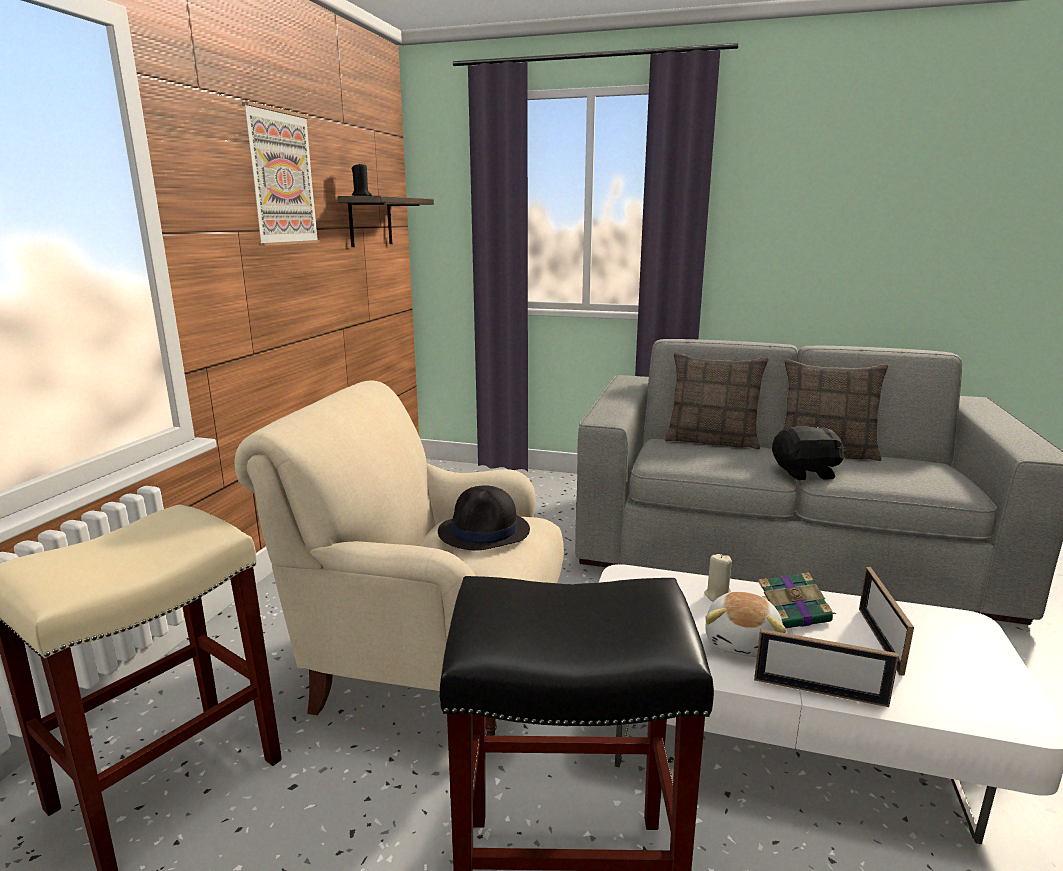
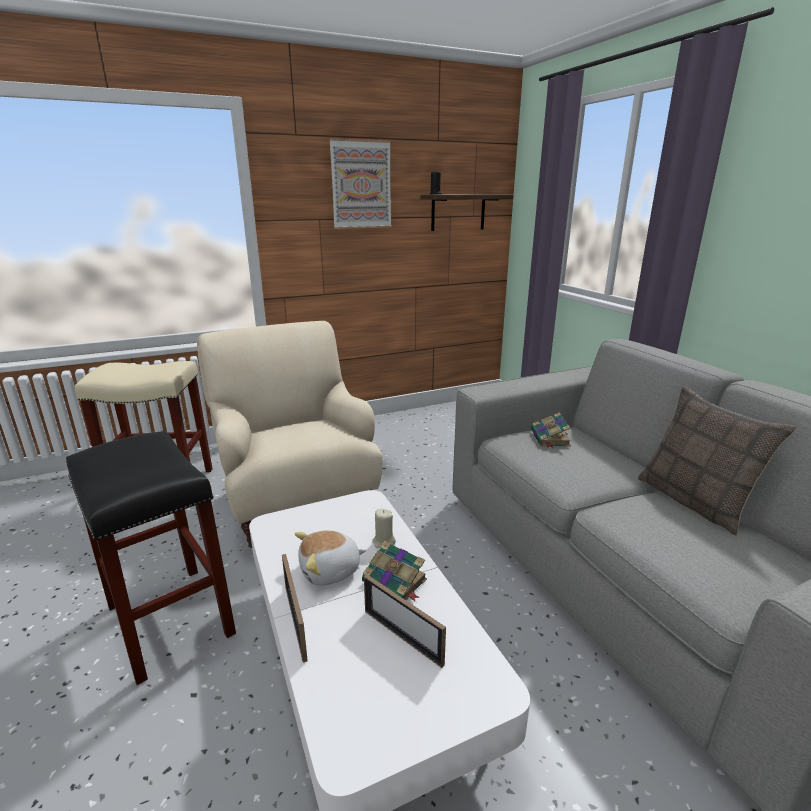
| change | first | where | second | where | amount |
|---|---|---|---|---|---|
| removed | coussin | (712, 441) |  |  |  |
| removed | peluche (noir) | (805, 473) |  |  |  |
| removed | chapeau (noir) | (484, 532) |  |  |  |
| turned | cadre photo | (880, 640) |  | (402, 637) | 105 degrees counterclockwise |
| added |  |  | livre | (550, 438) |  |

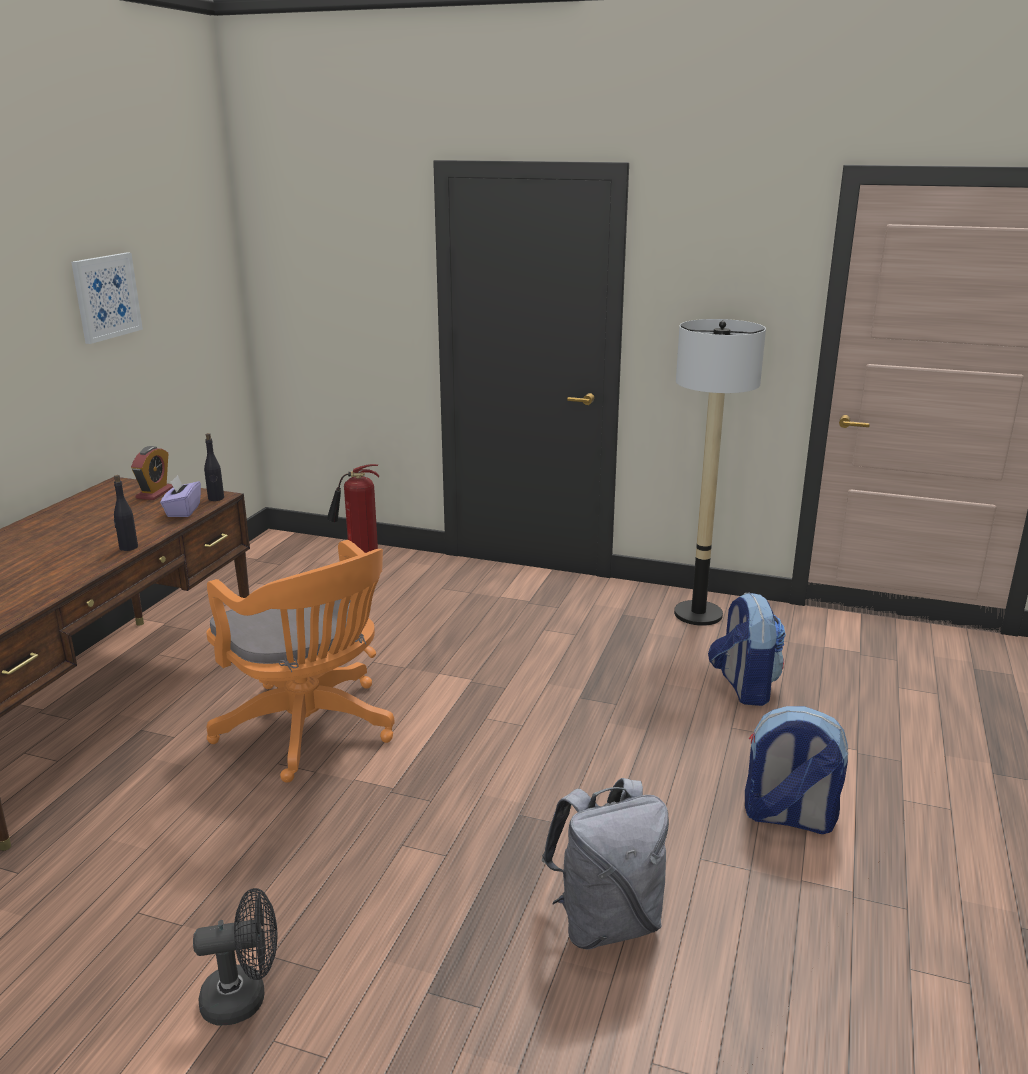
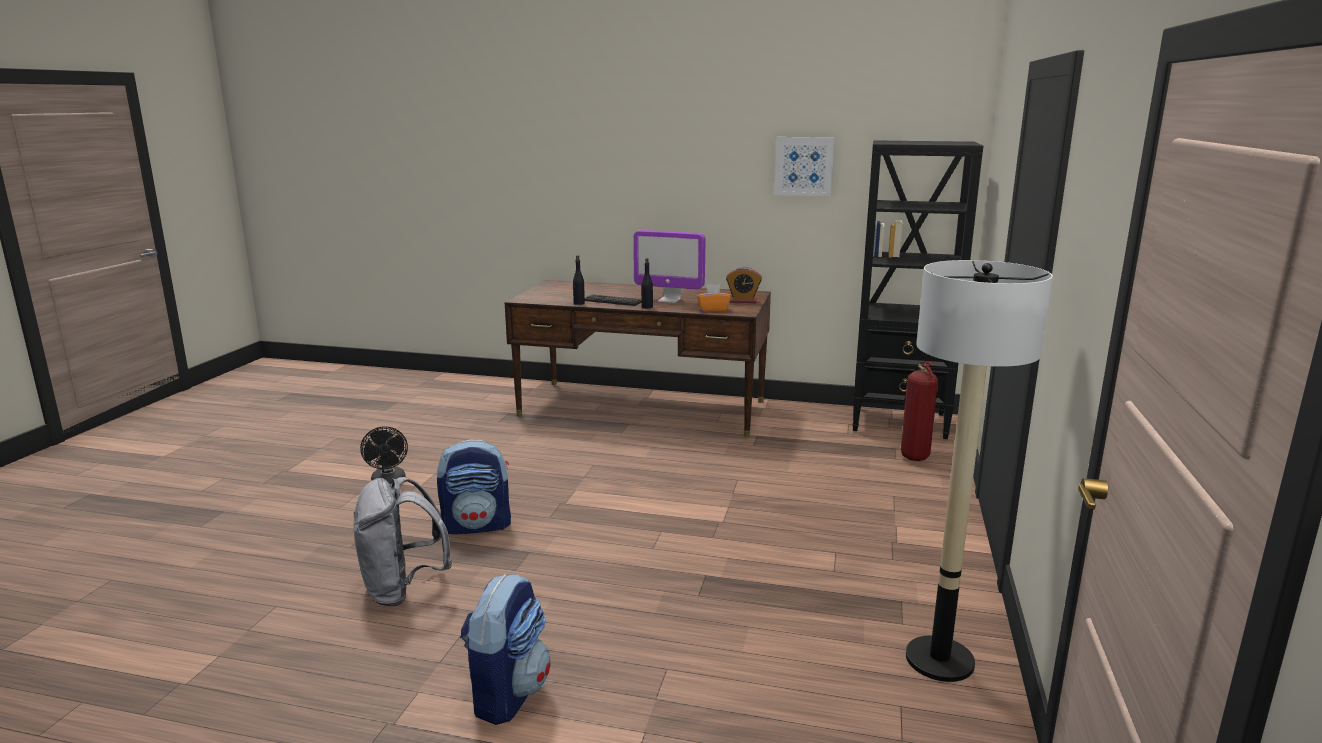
| change | first | where | second | where | amount |
|---|---|---|---|---|---|
| moved | bouteille (noir) | (216, 498) |  | (578, 303) |  |
| recoloured | boîte à mouchoirs (violet) | (183, 511) | boîte à mouchoirs (orange) | (713, 309) |  |
| removed | chaise de bureau (orange) | (311, 731) |  |  |  |
| moved | sac à dos | (743, 687) |  | (477, 525) |  |
| added |  |  | bibliothèque (noir) | (900, 422) |  |
| added |  |  | écran d'ordinateur | (669, 300) |  |
| added |  |  | clavier | (612, 301) |  |

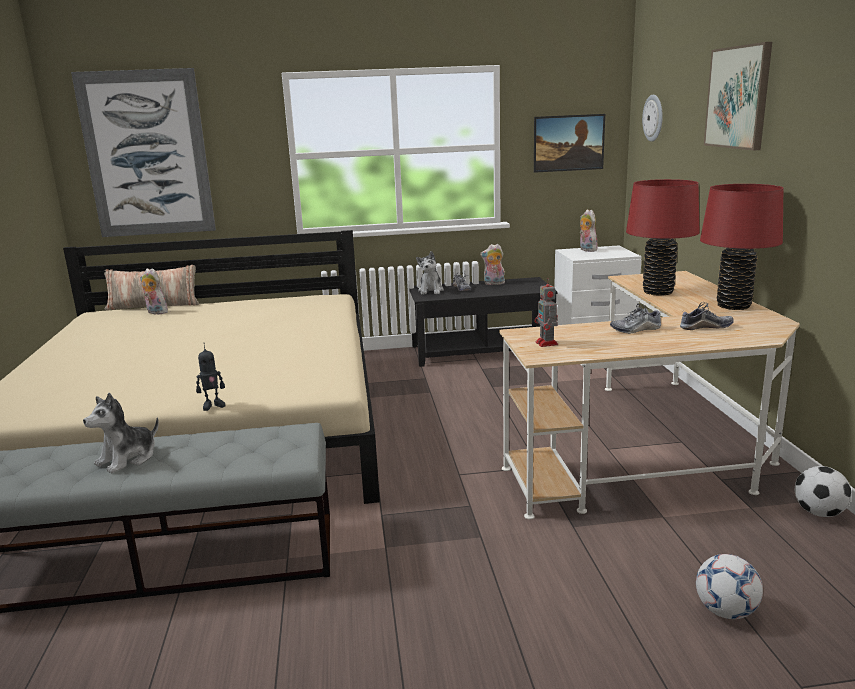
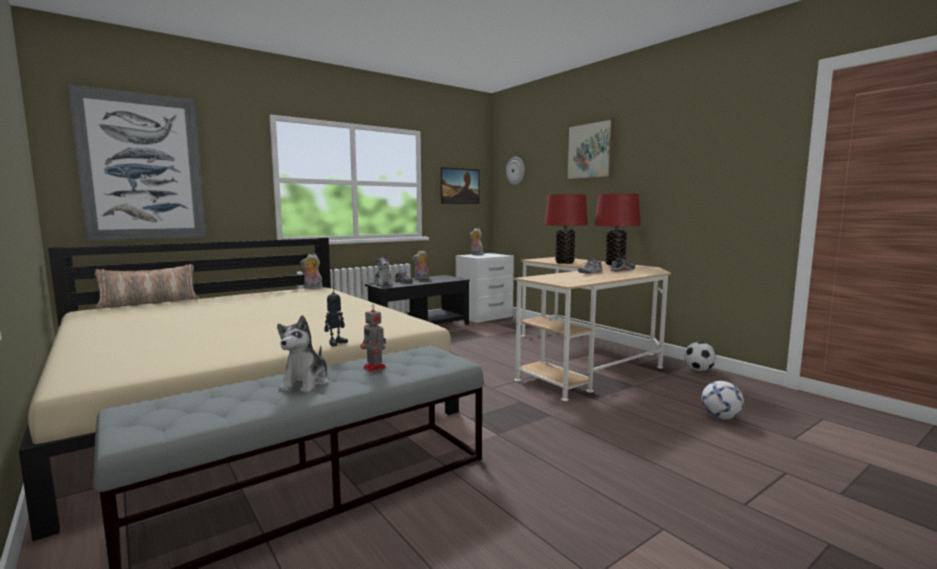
| change | first | where | second | where | amount |
|---|---|---|---|---|---|
| moved | peluche | (155, 312) |  | (312, 288) |  |
| moved | robot jouet | (547, 344) |  | (375, 368) |  |

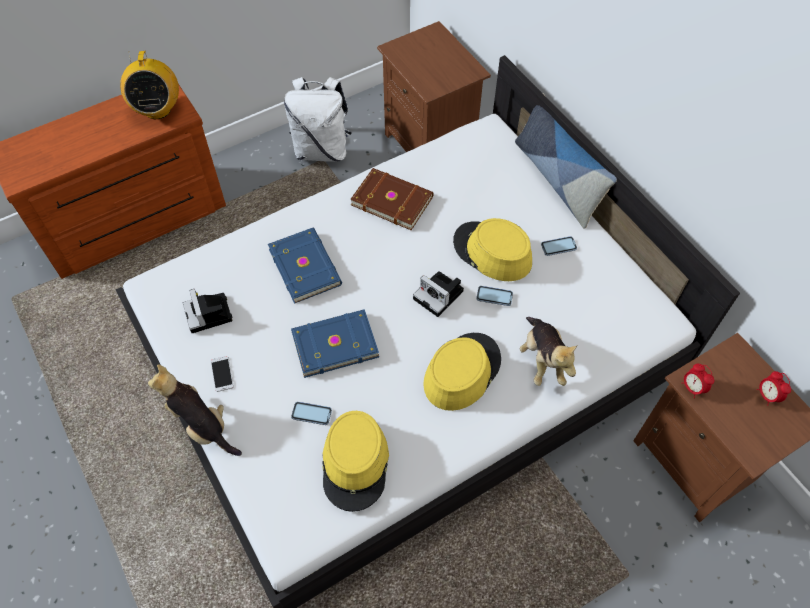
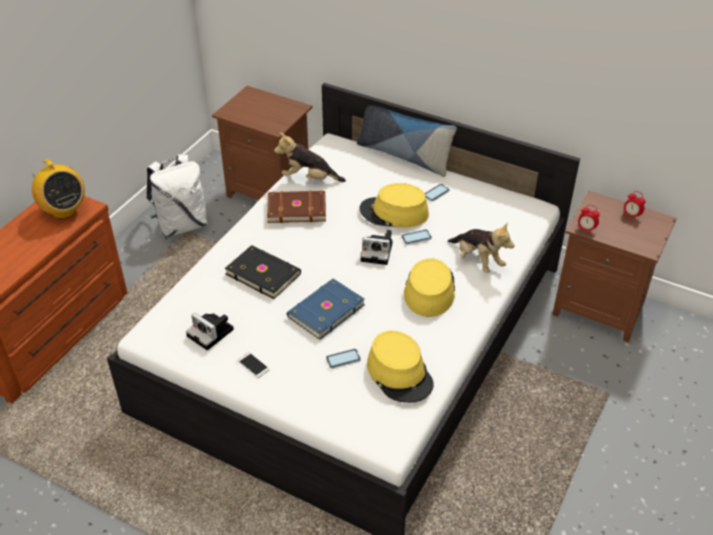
| change | first | where | second | where | amount |
|---|---|---|---|---|---|
| recoloured | livre (bleu) | (306, 266) | livre (noir) | (263, 273) |  |
| moved | peluche | (201, 424) |  | (309, 178) |  |

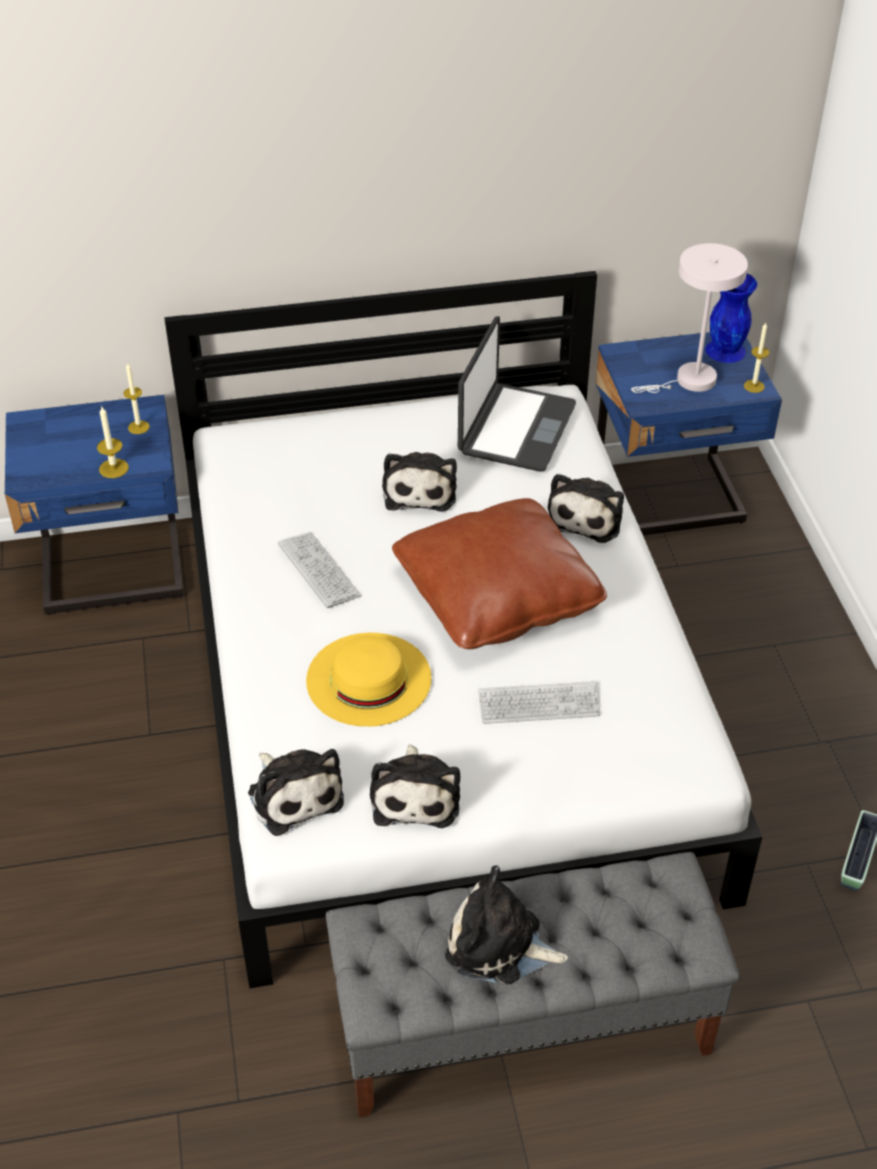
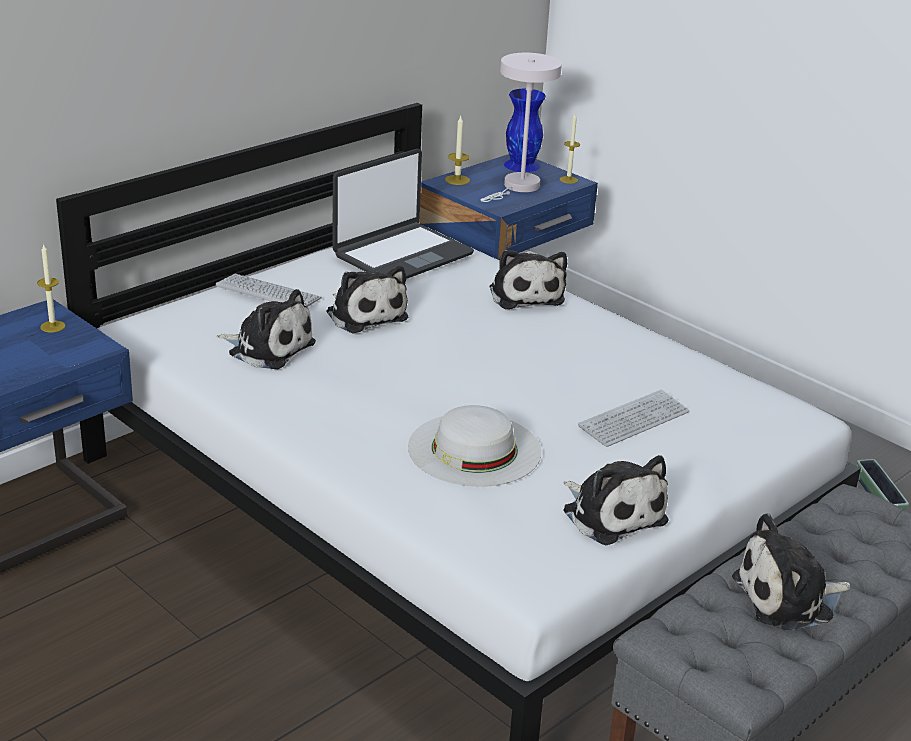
| change | first | where | second | where | amount |
|---|---|---|---|---|---|
| turned | ordinateur portable | (515, 429) |  | (402, 255) | 60 degrees clockwise |
| moved | bougie | (113, 468) |  | (457, 180) |  |
| removed | coussin (marron) | (497, 596) |  |  |  |
| moved | clavier | (319, 571) |  | (268, 293) |  |
| recoloured | chapeau (jaune) | (368, 679) | chapeau (blanc) | (474, 449) |  |
| moved | peluche | (294, 794) |  | (268, 348) |  |

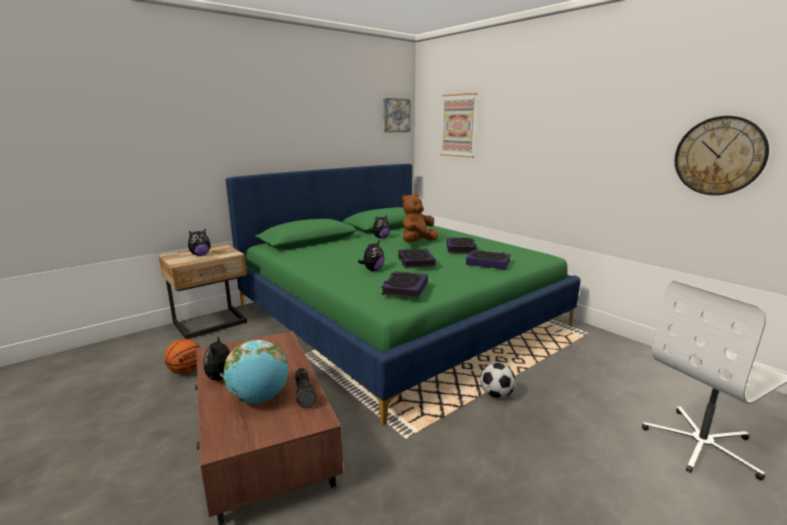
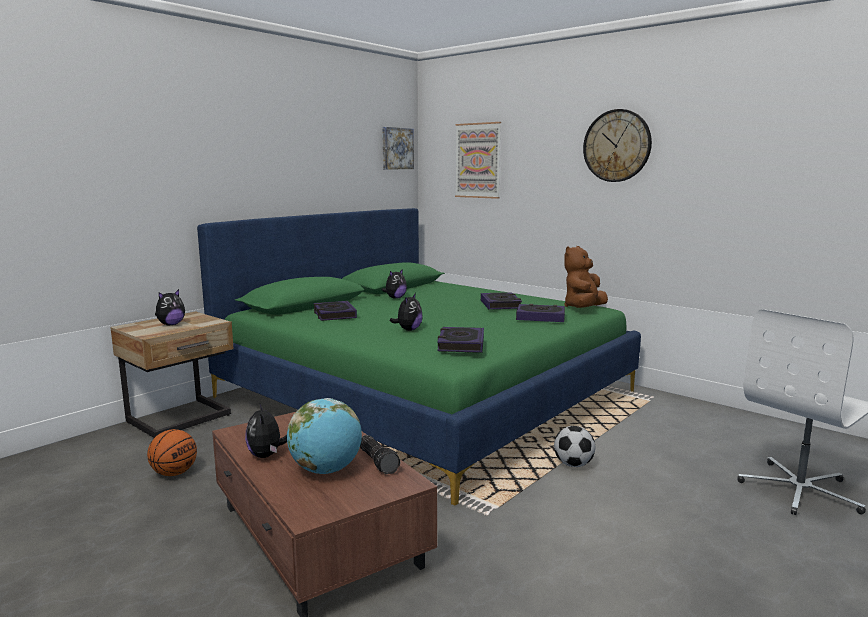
| change | first | where | second | where | amount |
|---|---|---|---|---|---|
| moved | horloge murale | (719, 156) |  | (617, 146) |  |
| moved | peluche (marron) | (417, 242) |  | (583, 309) |  |
| moved | livre | (415, 261) |  | (334, 315) |  |

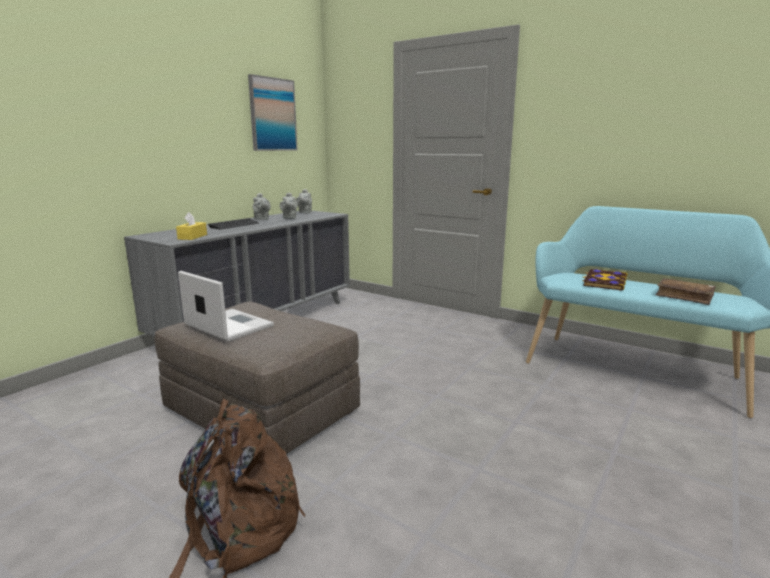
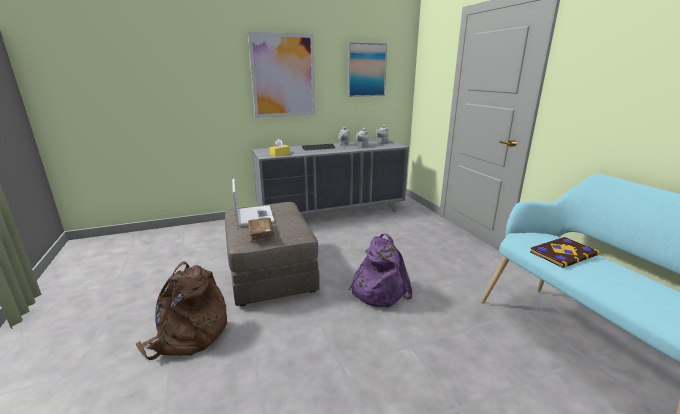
| change | first | where | second | where | amount |
|---|---|---|---|---|---|
| moved | livre (marron) | (684, 297) |  | (261, 233) |  |
| added |  |  | tableau | (283, 76) |  |
| added |  |  | sac à dos (violet) | (378, 290) |  |

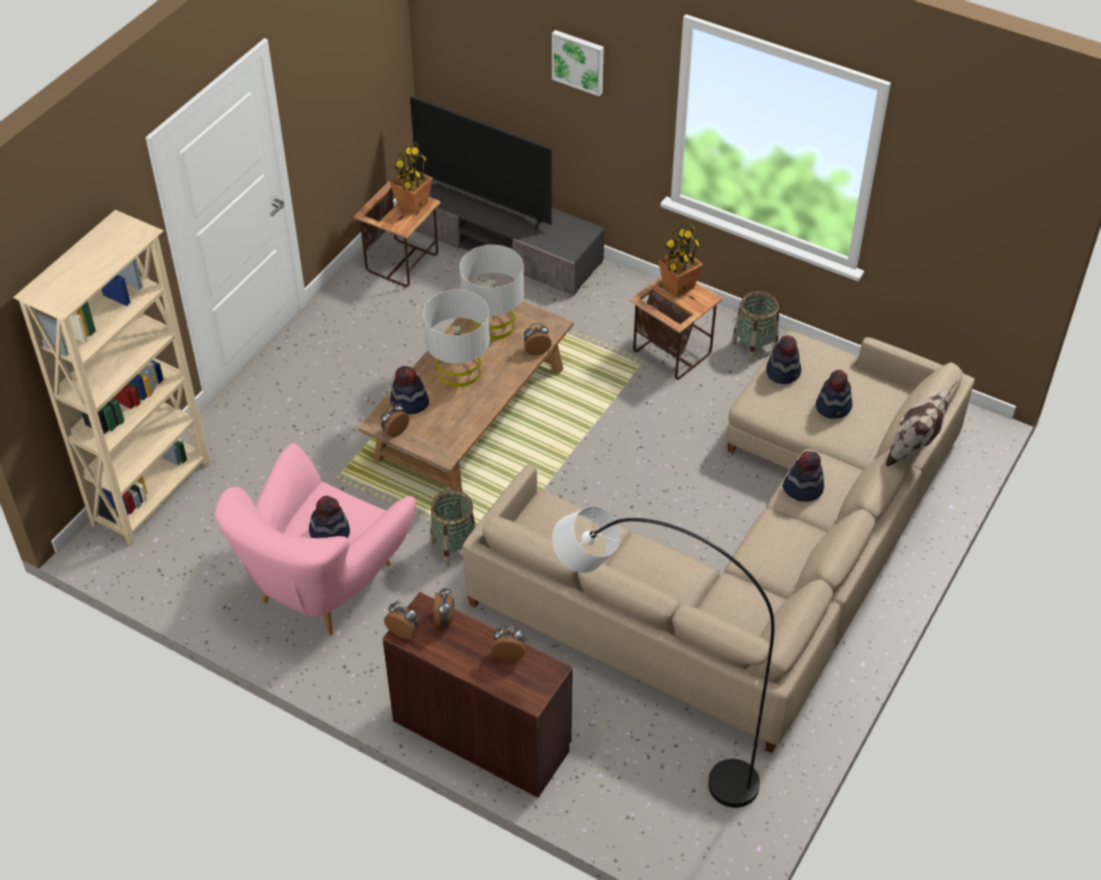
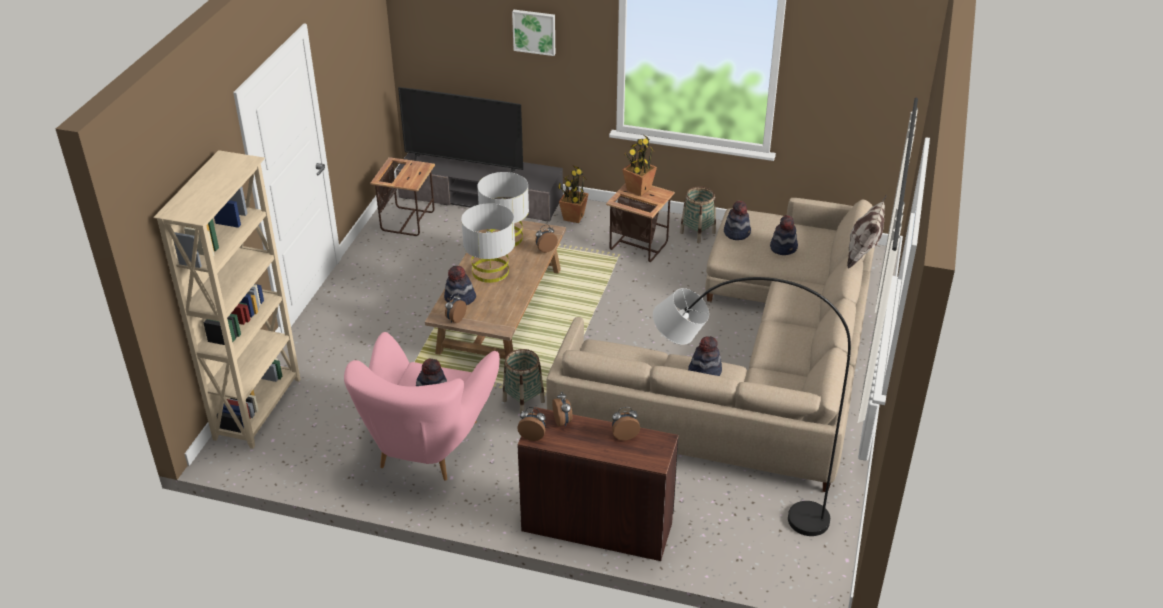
| change | first | where | second | where | amount |
|---|---|---|---|---|---|
| moved | plante en pot | (413, 205) |  | (573, 217) |  |
| moved | chapeau | (803, 488) |  | (704, 371) |  |

